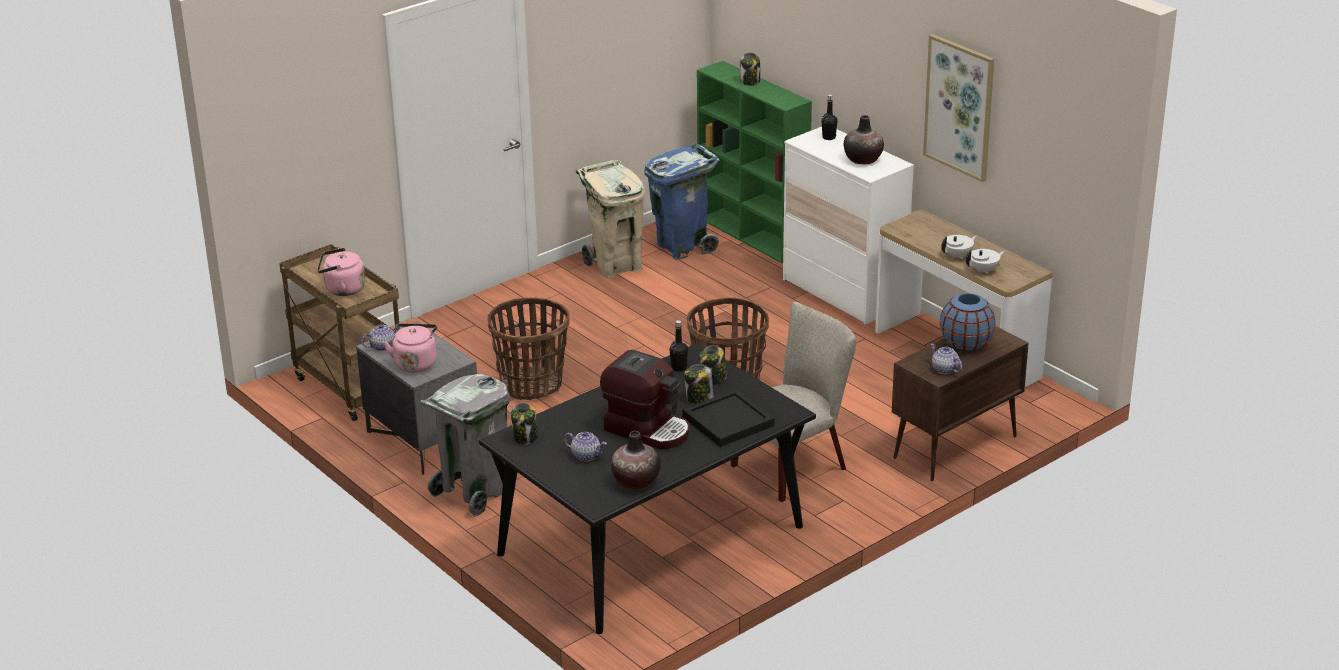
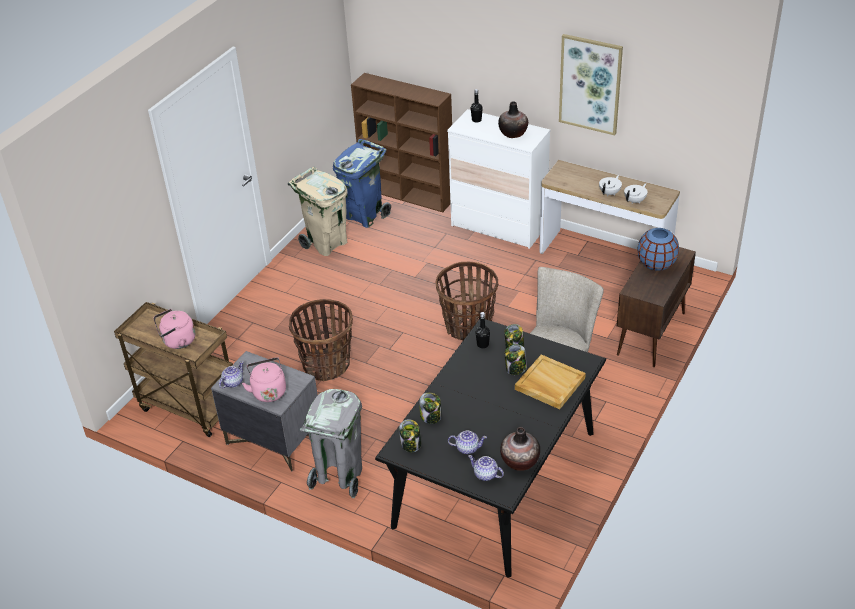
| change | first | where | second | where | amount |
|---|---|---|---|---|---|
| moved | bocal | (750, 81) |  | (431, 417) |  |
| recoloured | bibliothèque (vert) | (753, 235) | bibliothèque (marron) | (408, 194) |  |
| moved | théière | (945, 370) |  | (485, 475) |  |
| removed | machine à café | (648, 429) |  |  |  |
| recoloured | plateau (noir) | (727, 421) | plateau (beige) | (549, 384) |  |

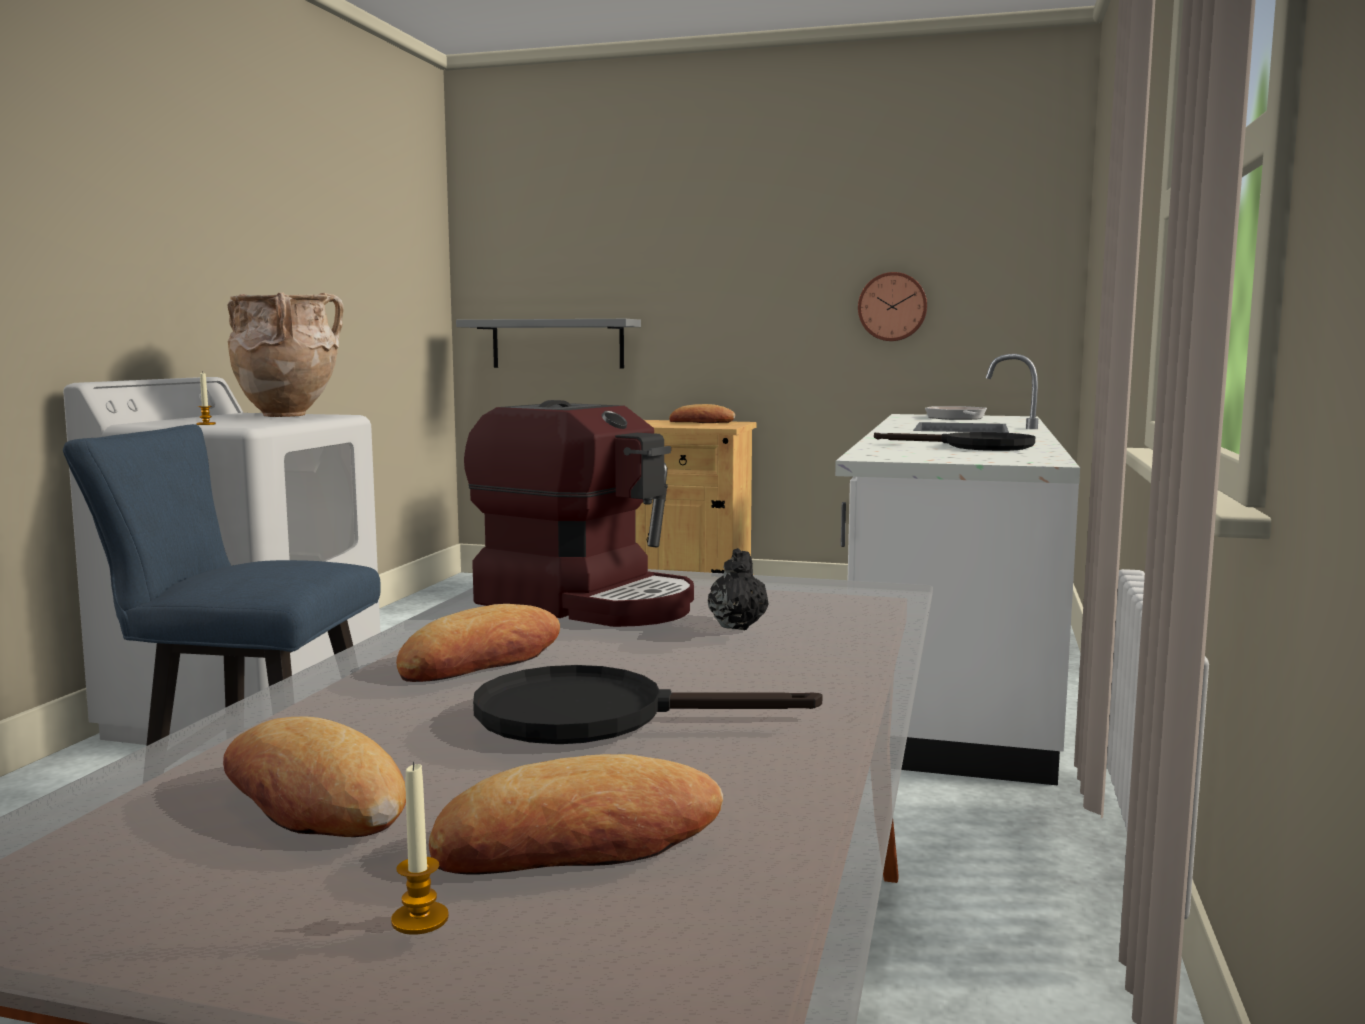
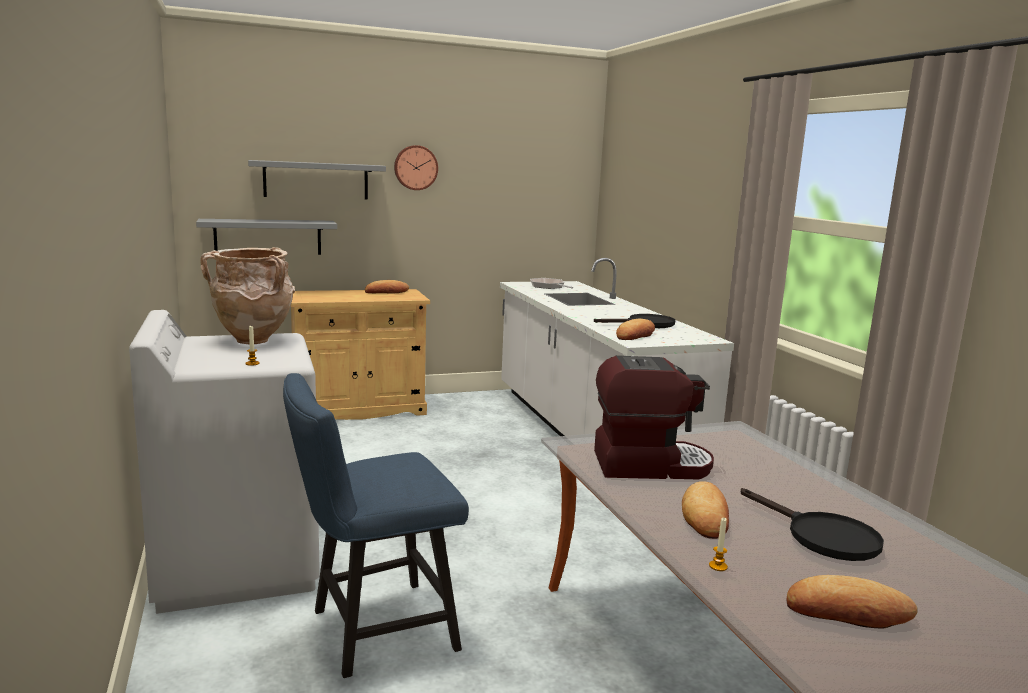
| change | first | where | second | where | amount |
|---|---|---|---|---|---|
| moved | horloge murale | (892, 307) |  | (415, 167) |  |
| removed | théière (noir) | (738, 625) |  |  |  |
| turned | poêle (noir) | (598, 716) |  | (821, 536) | 90 degrees counterclockwise |
| moved | pain | (578, 841) |  | (635, 335) |  |
| moved | bougie | (420, 919) |  | (718, 566) |  |
| added |  |  | étagère (gris) | (316, 180) |  |

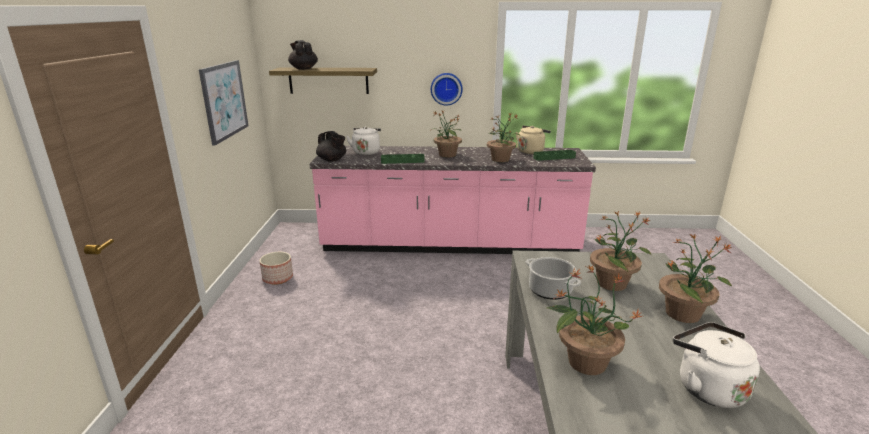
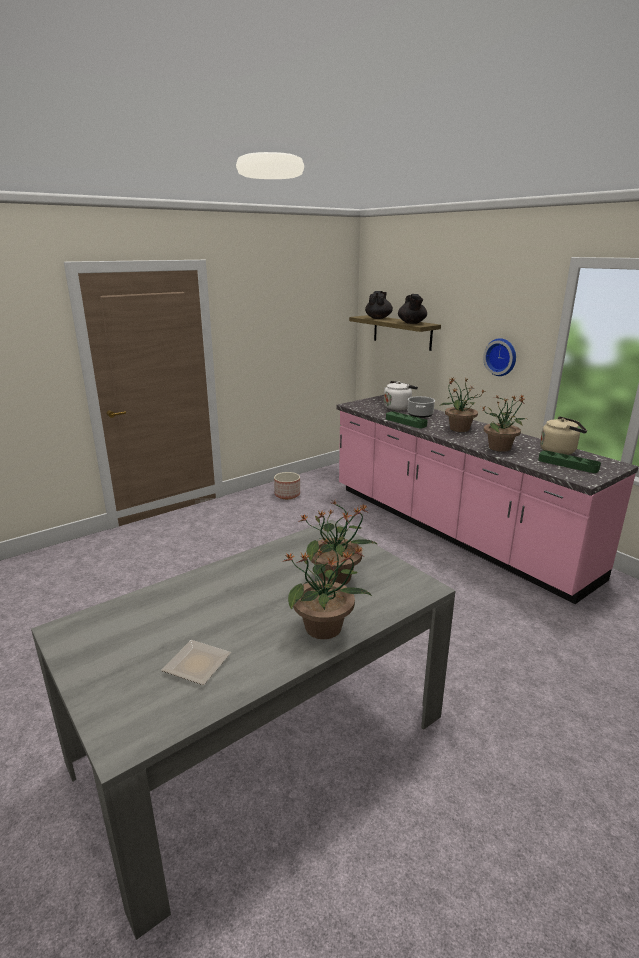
| change | first | where | second | where | amount |
|---|---|---|---|---|---|
| removed | tableau | (224, 100) |  |  |  |
| moved | théière (noir) | (332, 160) |  | (412, 323) |  |
| moved | marmite | (549, 290) |  | (420, 415) |  |
| removed | plante en pot | (585, 362) |  |  |  |
| replaced | bouilloire (blanc) | (707, 387) | assiette | (199, 664) |  |

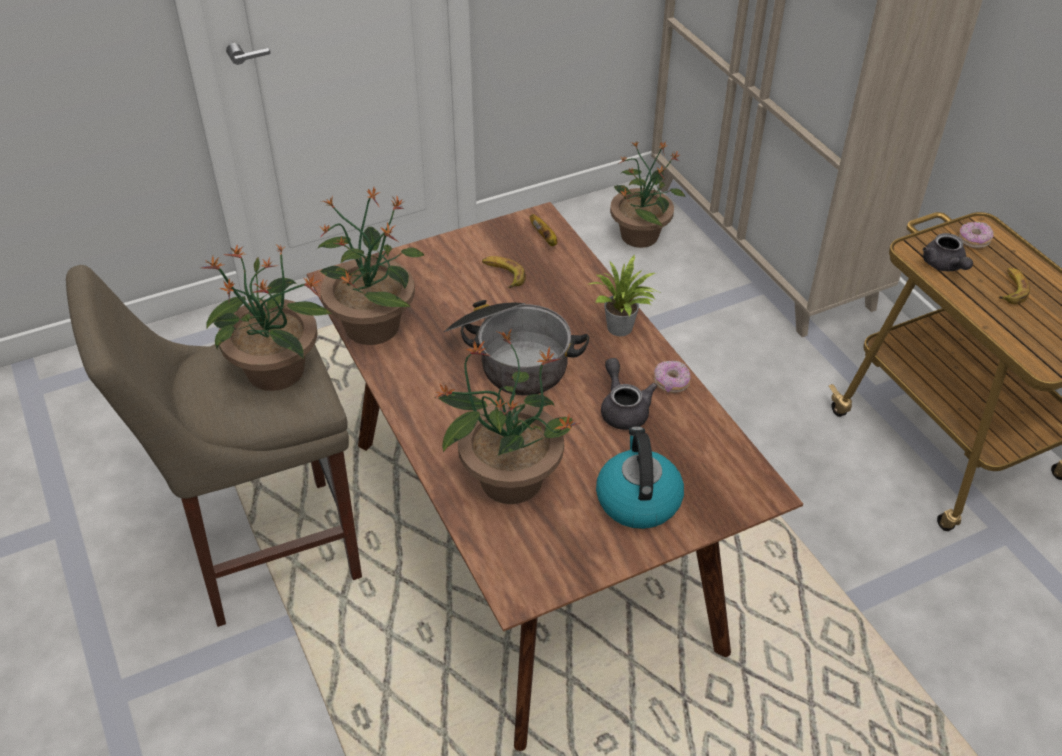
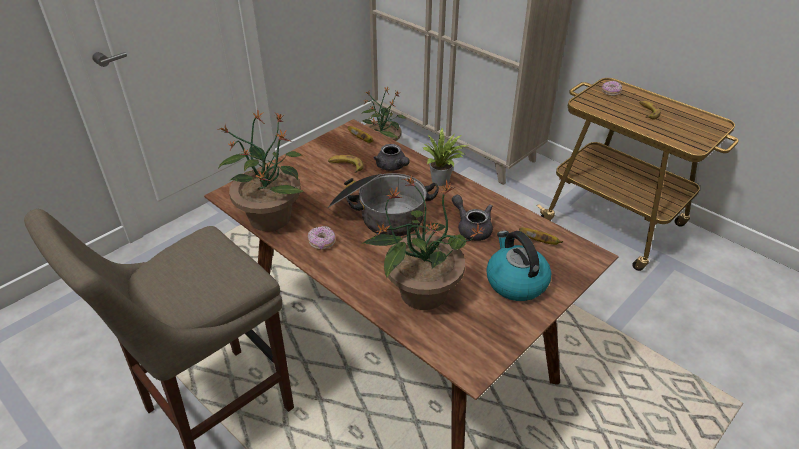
| change | first | where | second | where | amount |
|---|---|---|---|---|---|
| moved | théière (gris) | (944, 266) |  | (392, 167) |  |
| removed | plante en pot | (276, 372) |  |  |  |
| moved | beignet | (671, 383) |  | (322, 243) |  |
| added |  |  | banane | (540, 242) |  |

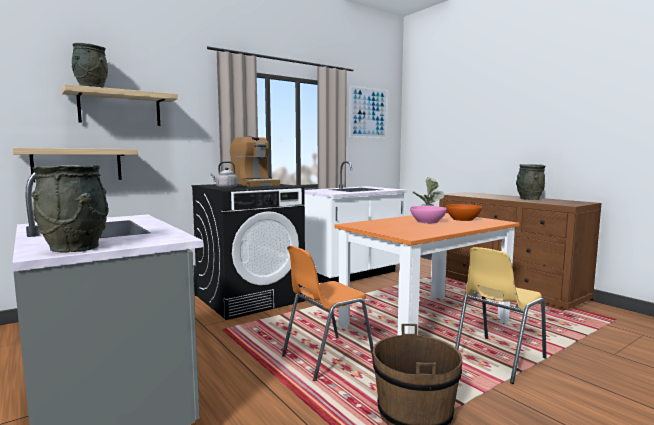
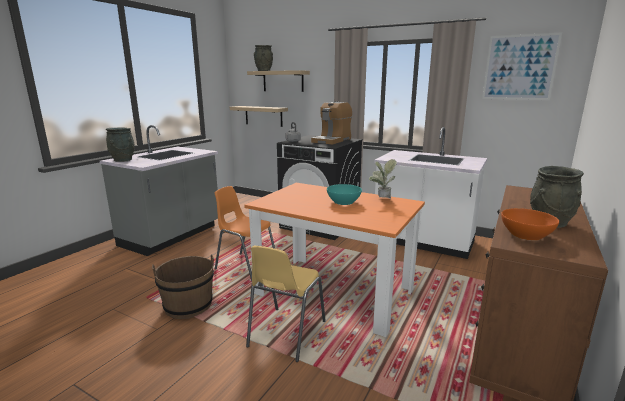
| change | first | where | second | where | amount |
|---|---|---|---|---|---|
| moved | bol (orange) | (463, 219) |  | (526, 235) |  |
| recoloured | bol (rose) | (427, 221) | bol (turquoise) | (344, 202) |  |
| turned | chaise (jaune) | (497, 359) |  | (286, 334) | 90 degrees counterclockwise |

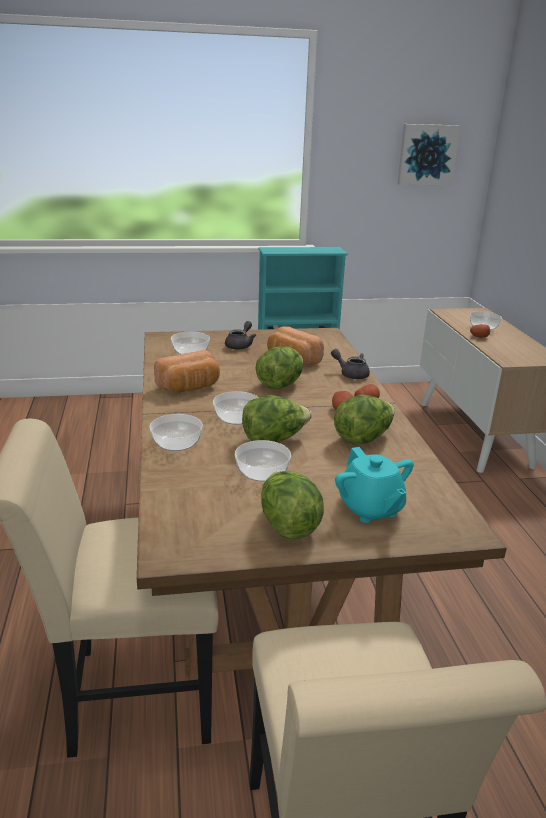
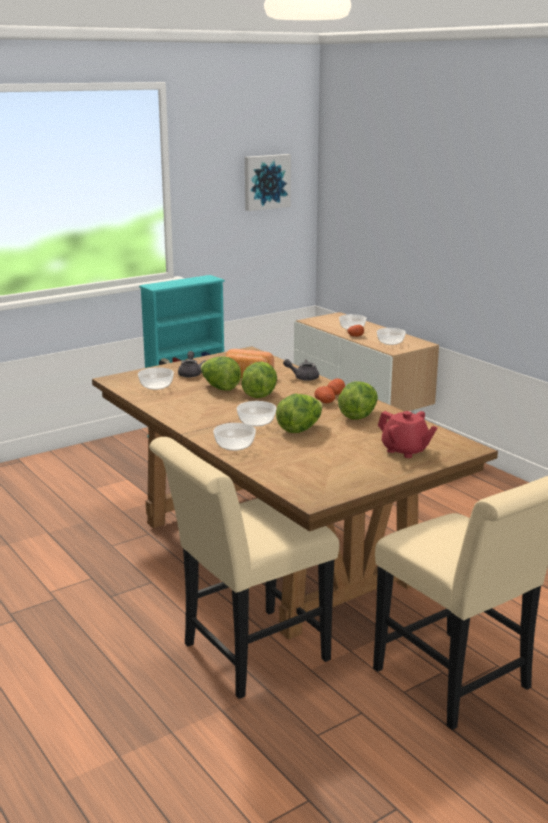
| change | first | where | second | where | amount |
|---|---|---|---|---|---|
| removed | pain | (190, 387) |  |  |  |
| moved | bol | (261, 472) |  | (390, 342) |  |
| recoloured | théière (turquoise) | (370, 509) | théière (rouge) | (405, 450) |  |
| moved | laitue | (288, 524) |  | (220, 388) |  |

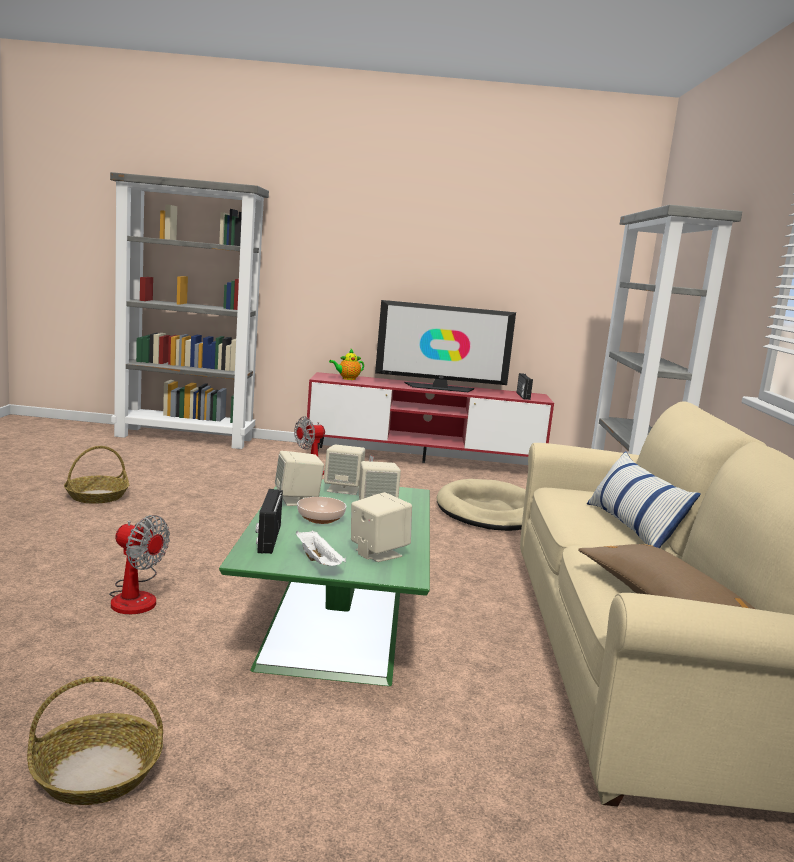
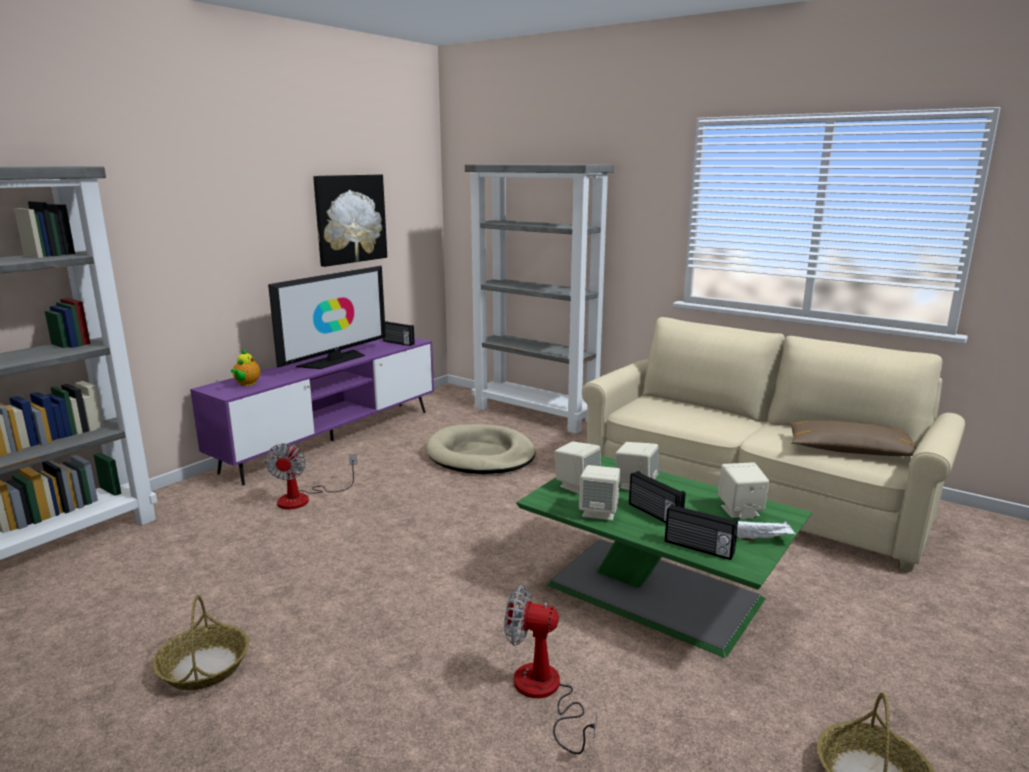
| change | first | where | second | where | amount |
|---|---|---|---|---|---|
| recoloured | meuble télé (rouge) | (423, 462) | meuble télé (violet) | (332, 440) |  |
| removed | coussin | (632, 528) |  |  |  |
| replaced | bol | (321, 519) | radio | (654, 514) |  |
| turned | ventilateur | (135, 596) |  | (544, 693) | 135 degrees counterclockwise |
| added |  |  | tableau | (350, 219) |  |

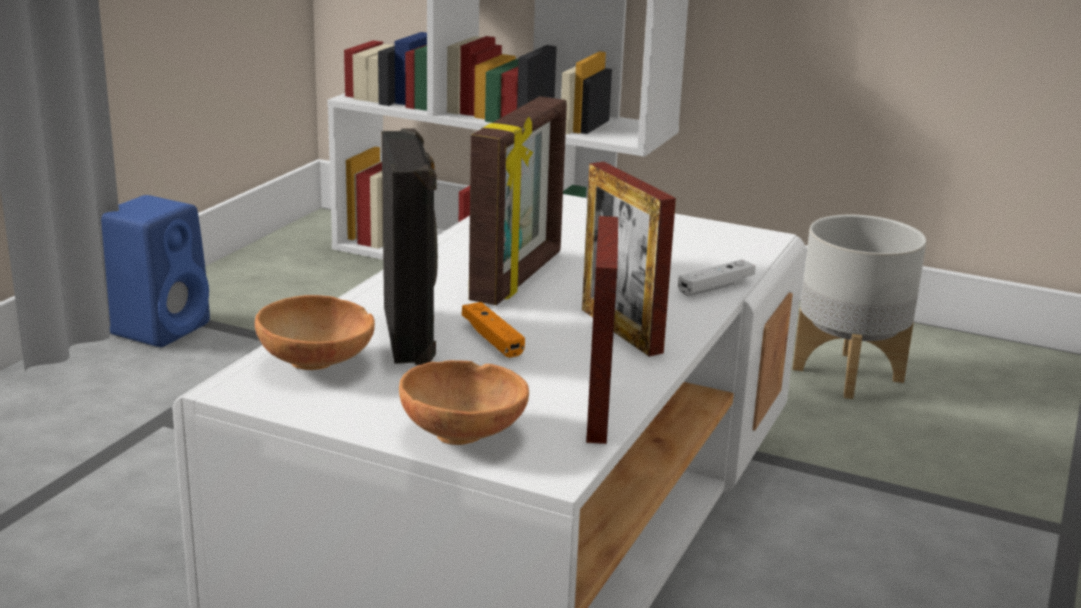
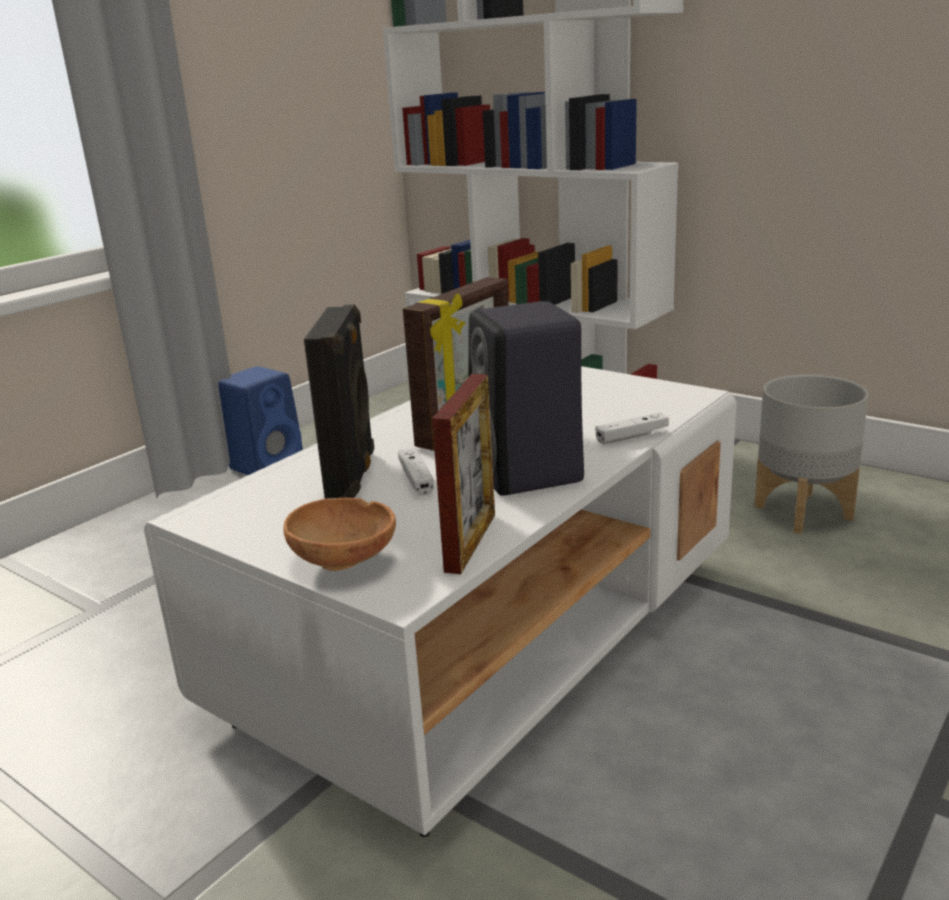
| change | first | where | second | where | amount |
|---|---|---|---|---|---|
| replaced | cadre photo | (621, 330) | enceinte (noir) | (529, 473) |  |
| removed | bol (marron) | (318, 364) |  |  |  |
| recoloured | manette (orange) | (492, 339) | manette (blanc) | (416, 479) |  |

